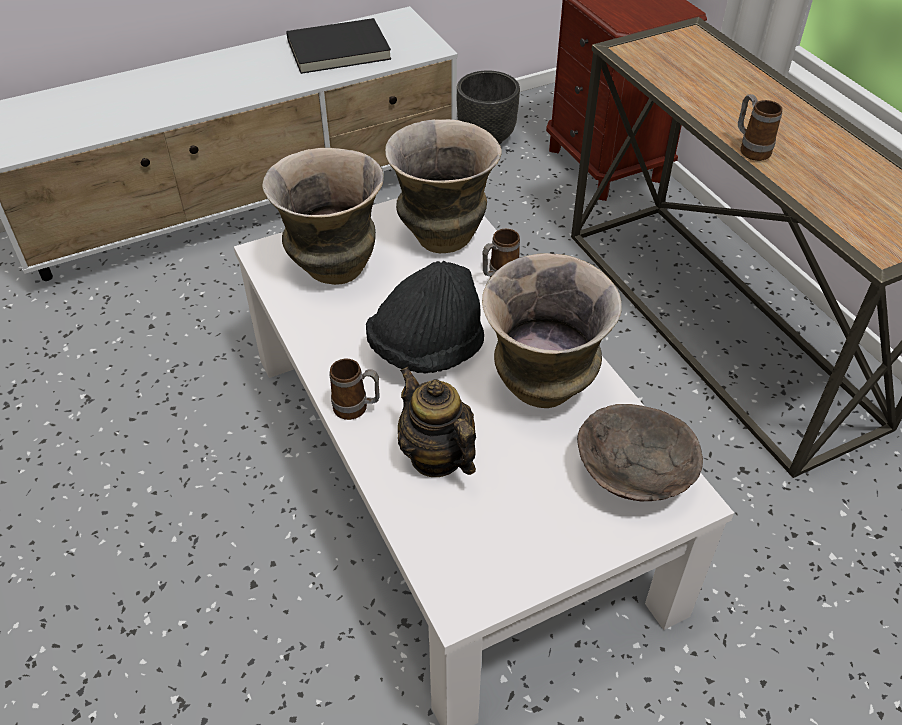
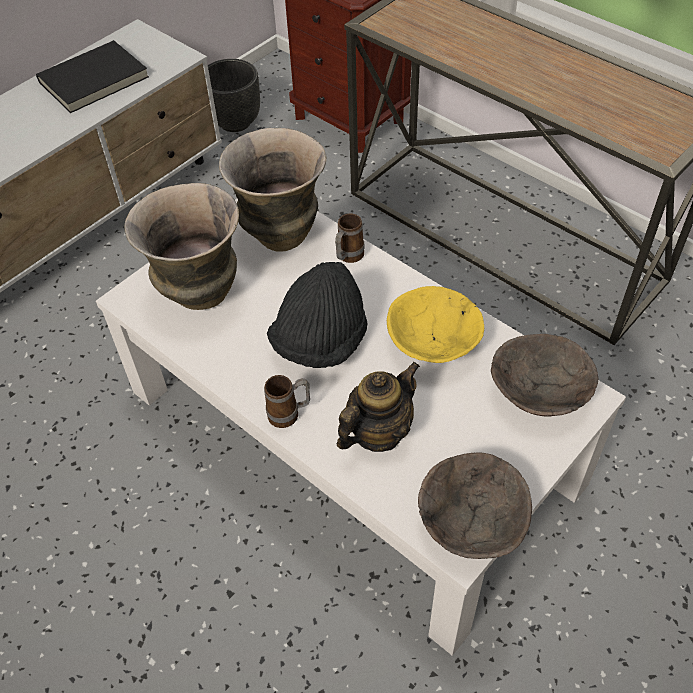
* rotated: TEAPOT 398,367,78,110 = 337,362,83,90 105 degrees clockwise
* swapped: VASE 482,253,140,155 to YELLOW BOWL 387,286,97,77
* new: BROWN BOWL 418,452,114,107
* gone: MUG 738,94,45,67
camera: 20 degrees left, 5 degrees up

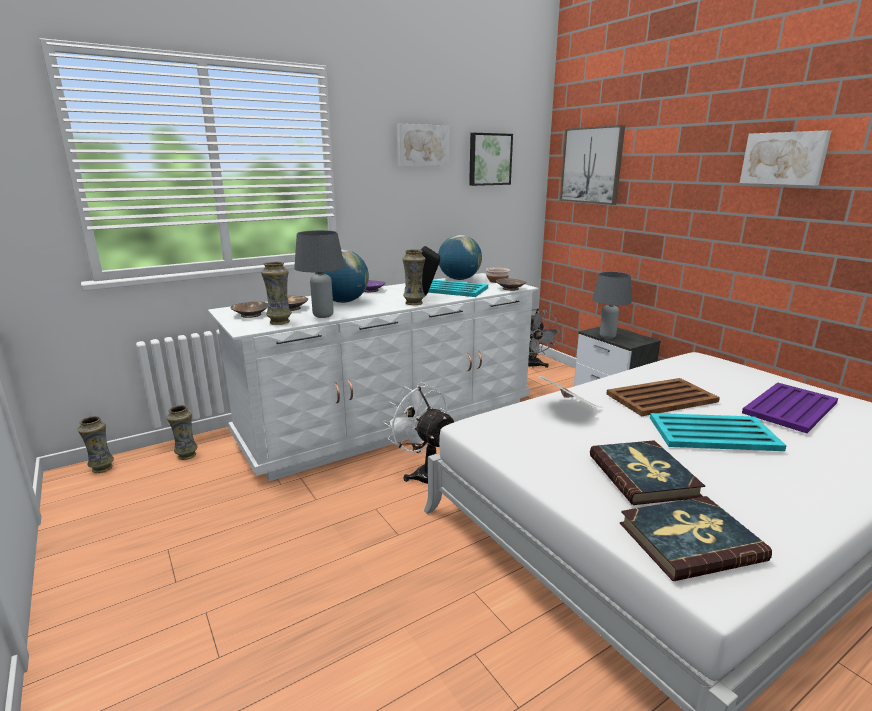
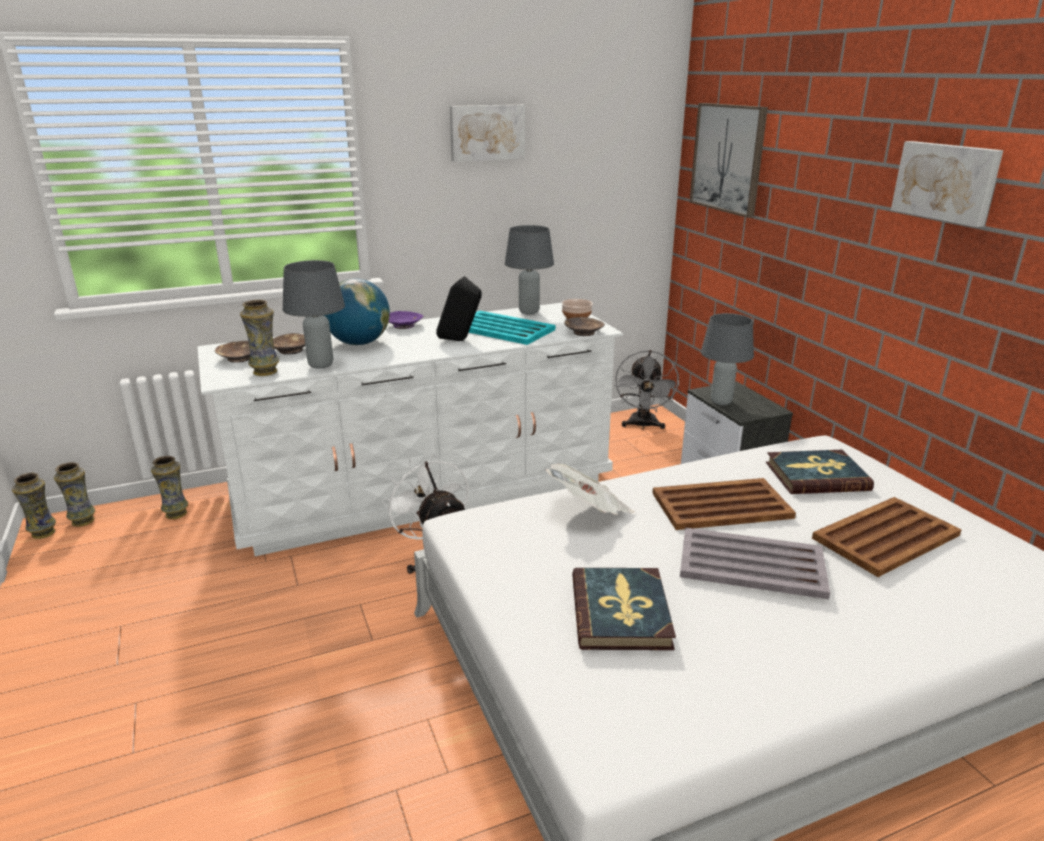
* shifted: VASE 403,249,23,56 to 12,473,44,66
* swapped: GLOBE 438,235,44,45 to GREY TABLE LAMP 505,225,49,90
* repainted: TURQUOISE TRAY 650,413,136,38 to GREY TRAY 680,527,150,72
* shifted: BOOK 620,496,152,85 to 766,450,108,44
* repainted: PURPLE TRAY 742,382,96,51 to BROWN TRAY 812,497,150,80
* gone: PICTURE 469,133,44,53
camera: 10 degrees right, 5 degrees up

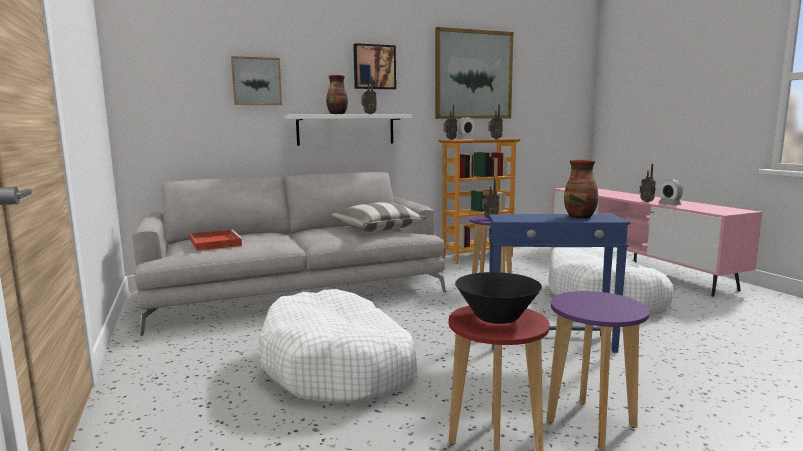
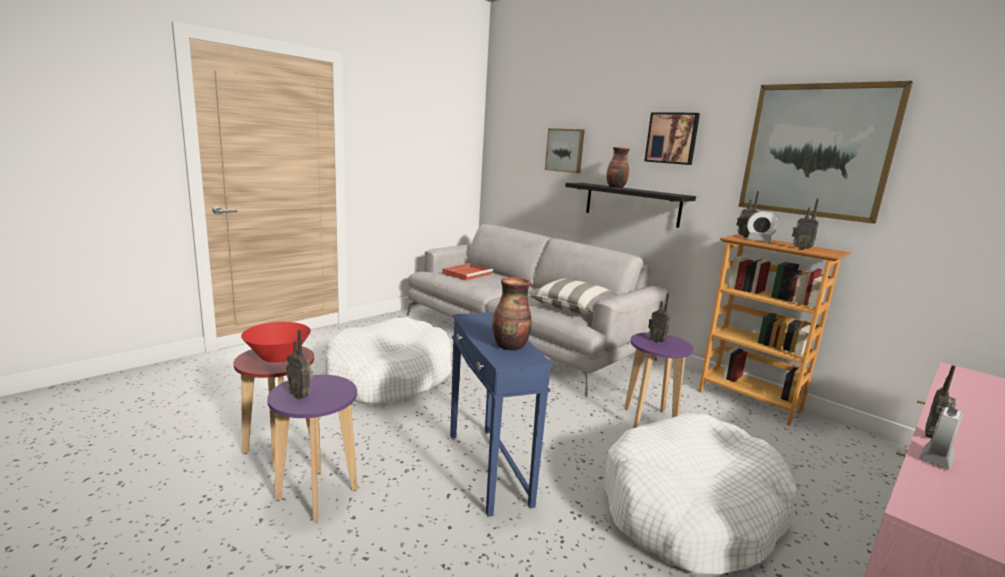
* repainted: BLACK BOWL 455,272,87,52 to RED BOWL 241,322,70,40
* shifted: RADIO 361,76,16,38 to 286,329,27,70
* repainted: WHITE SHELF 284,114,128,32 to BLACK SHELF 565,183,131,45
camera: 65 degrees right, 5 degrees up

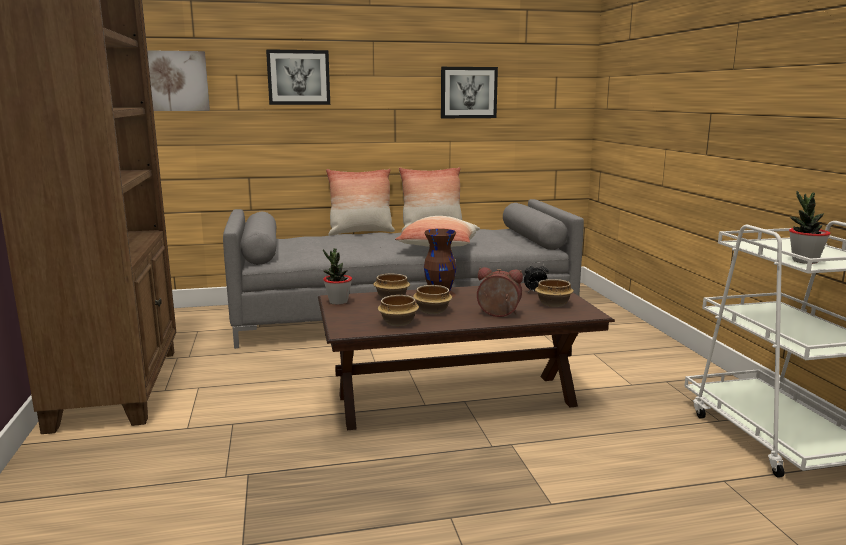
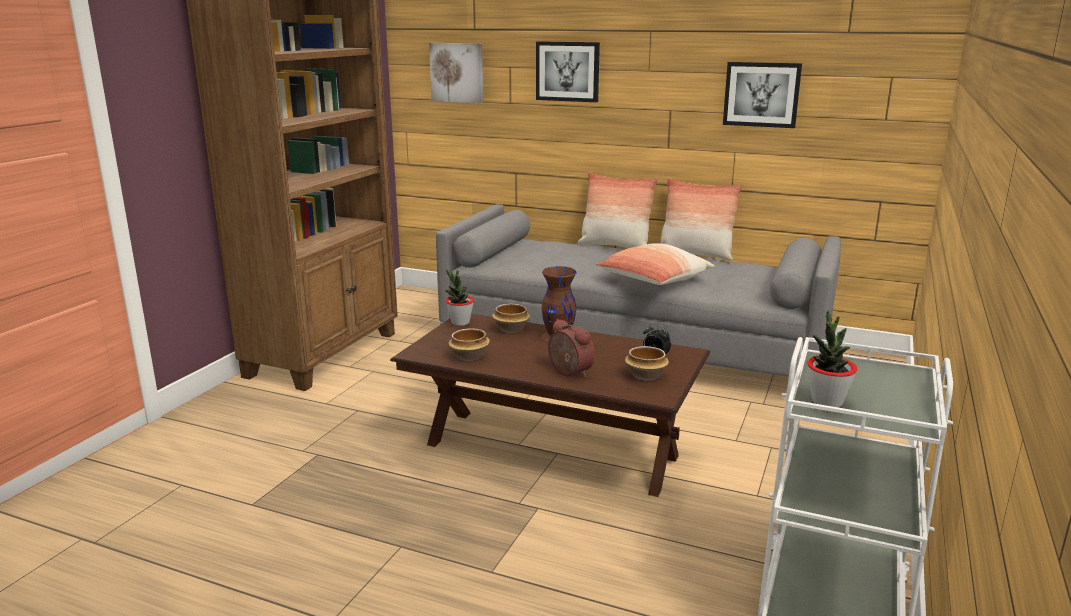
* gone: BOWL 413,285,39,29
camera: 35 degrees right, 5 degrees up

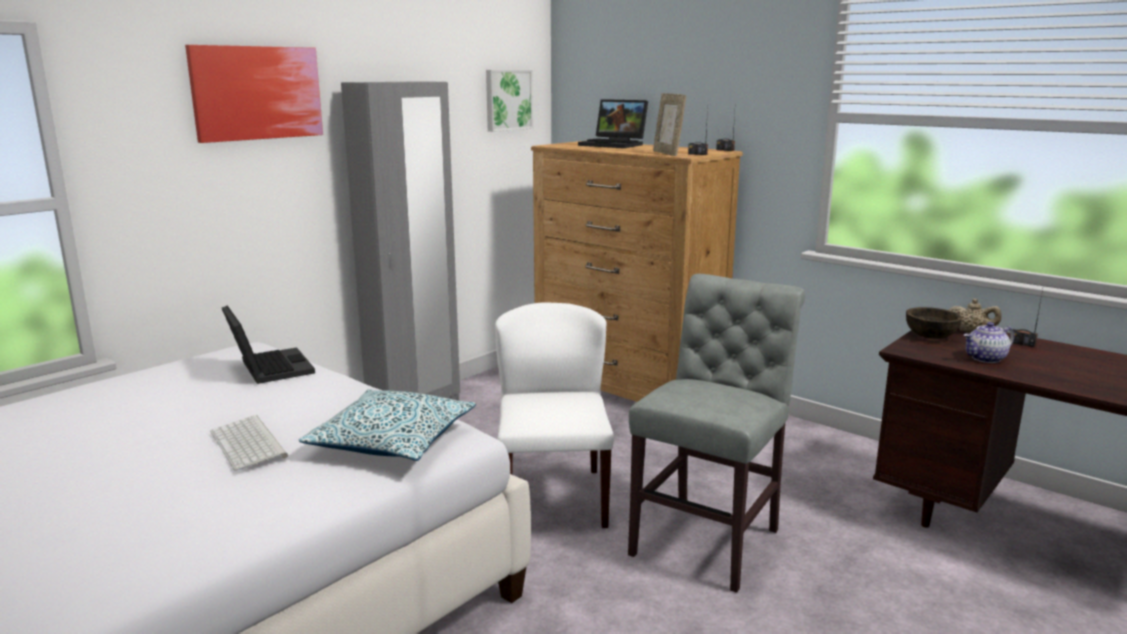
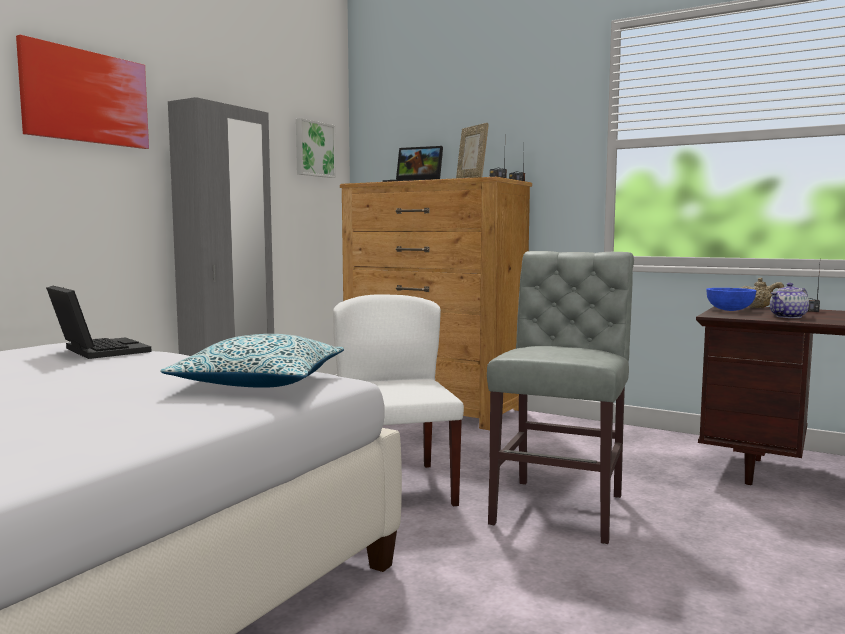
* repainted: BROWN BOWL 906,307,56,32 to BLUE BOWL 706,288,50,23
* gone: KEYBOARD 210,415,78,56
camera: 10 degrees left, 10 degrees down

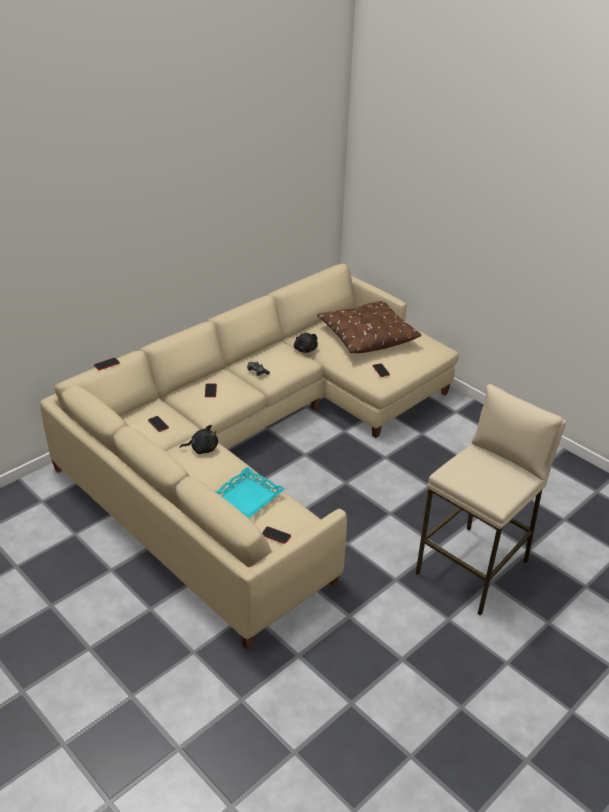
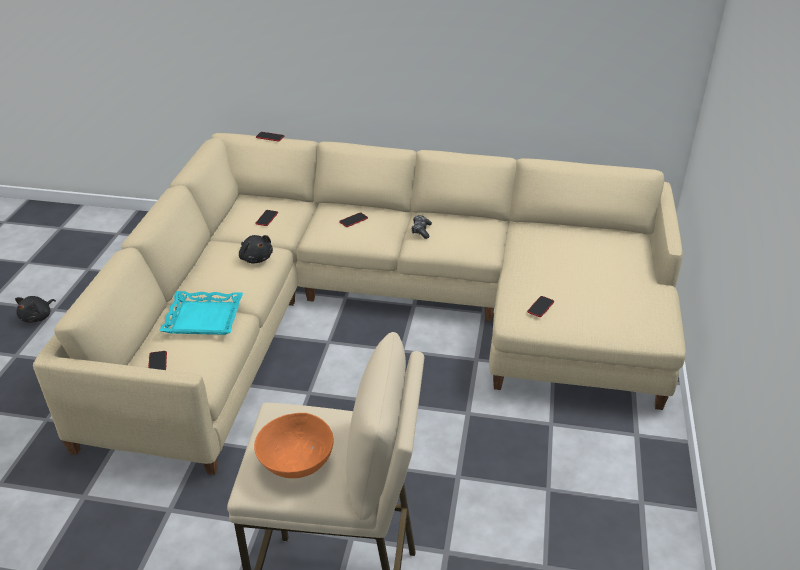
* shifted: BLACK PLUSH TOY 294,333,24,20 to 15,296,41,26
* new: ORANGE BOWL 254,413,80,65
* gone: BROWN PILLOW 317,301,105,52
camera: 55 degrees right, 0 degrees up

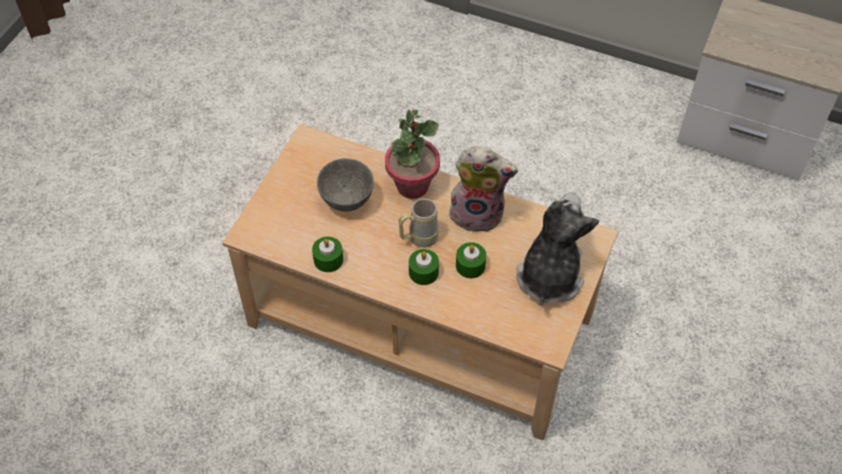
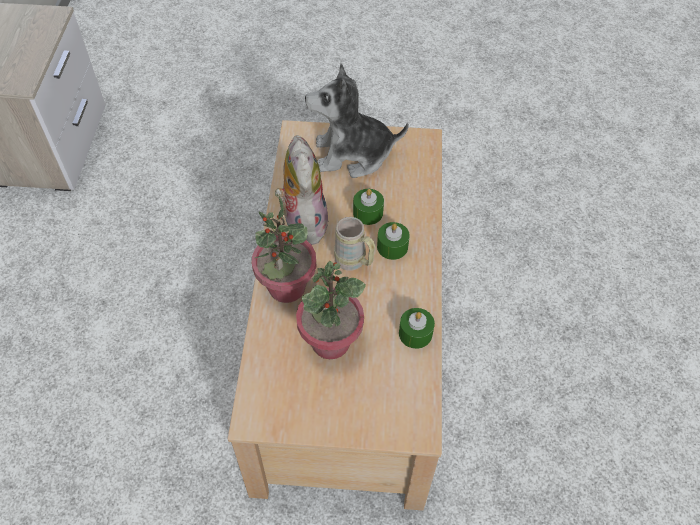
* swapped: GREY BOWL 317,158,57,54 to POTTED PLANT 296,261,70,98
camera: 110 degrees left, 0 degrees up

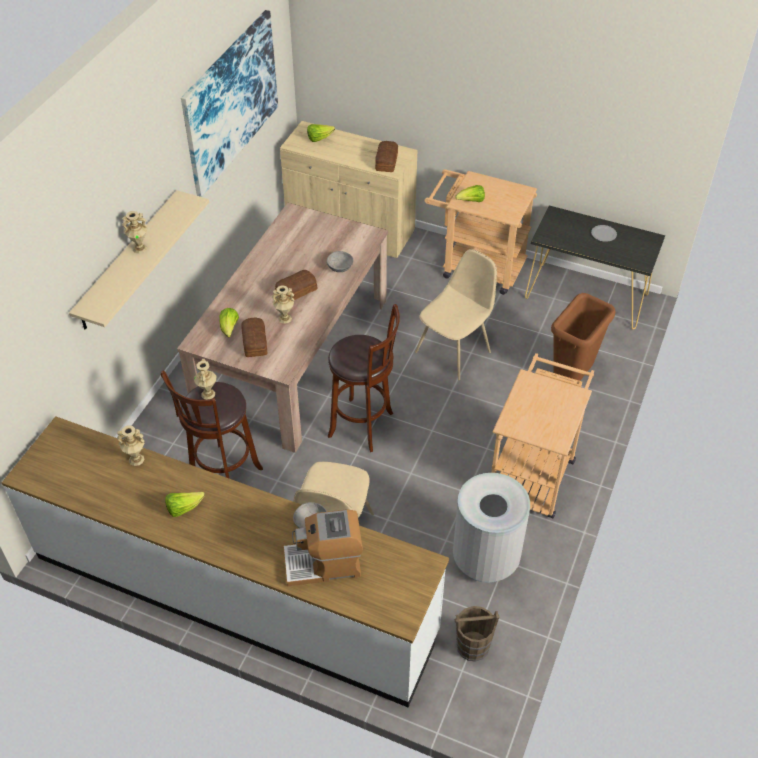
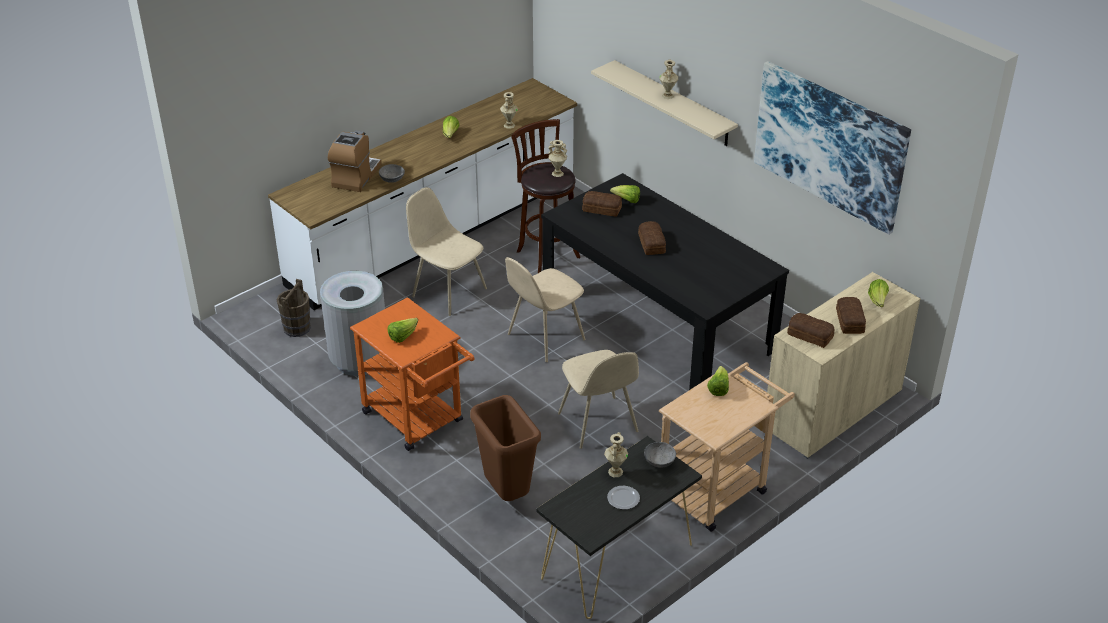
* repainted: BEIGE CART 491,353,103,165 to ORANGE CART 350,297,125,154
* new: LETTUCE 388,318,30,25
* swapped: BROWN STOOL 328,304,72,148 to BEIGE CHAIR 505,257,80,105
* repainted: BEIGE DINING TABLE 177,203,211,250 to BLACK DINING TABLE 541,173,248,217
* shifted: BEIGE VASE 272,285,23,39 to 604,432,24,45
* shifted: GREY BOWL 327,251,27,21 to 644,442,32,25
* new: BREAD 836,297,30,37
camera: 115 degrees right, 10 degrees down

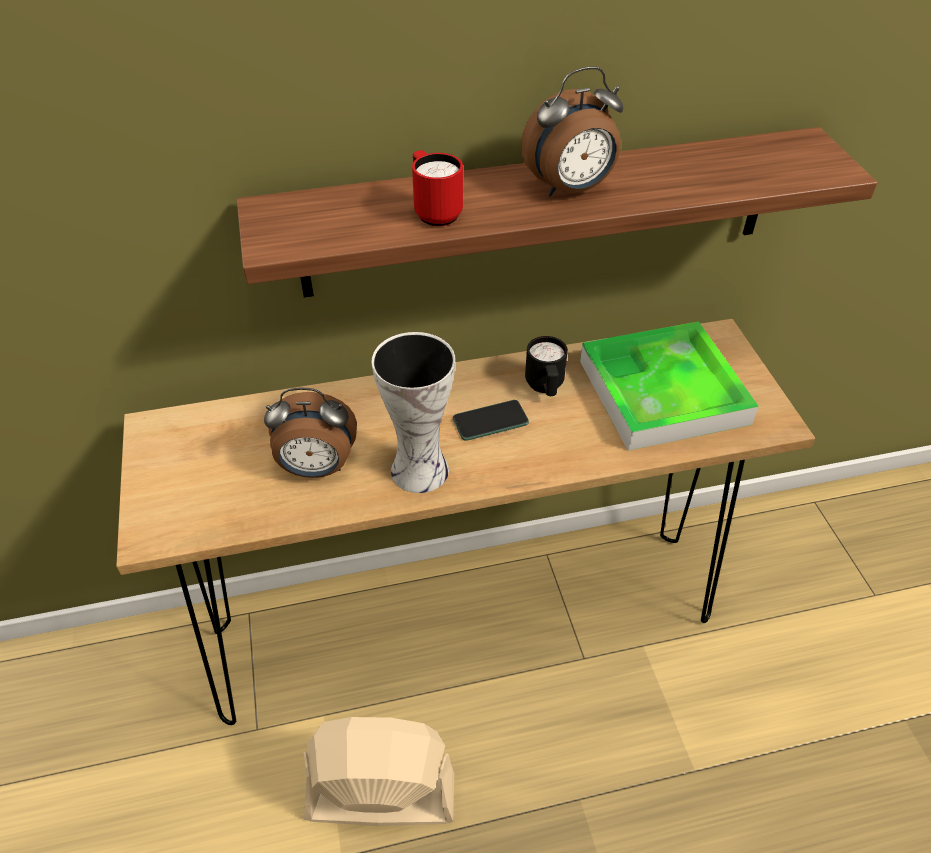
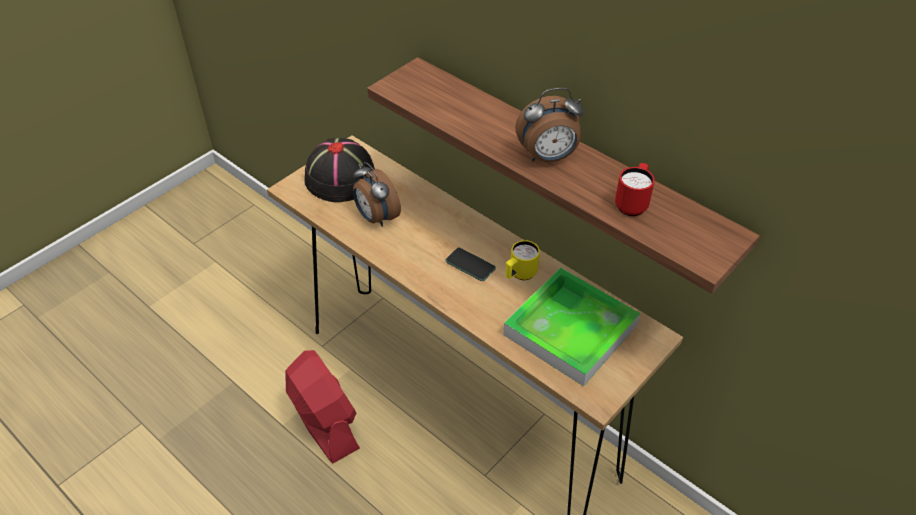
* repainted: BEIGE FAN 303,717,151,109 to RED FAN 285,350,75,113
* new: BLACK HAT 304,138,71,64
* repainted: BLACK MUG 525,336,43,60 to YELLOW MUG 505,240,35,40
* rotated: ALARM CLOCK 521,67,103,130 = 515,88,69,74 45 degrees counterclockwise
* shifted: RED MUG 412,150,51,76 to 615,163,40,53
* gone: VASE 372,332,83,161
camera: 55 degrees right, 0 degrees up

